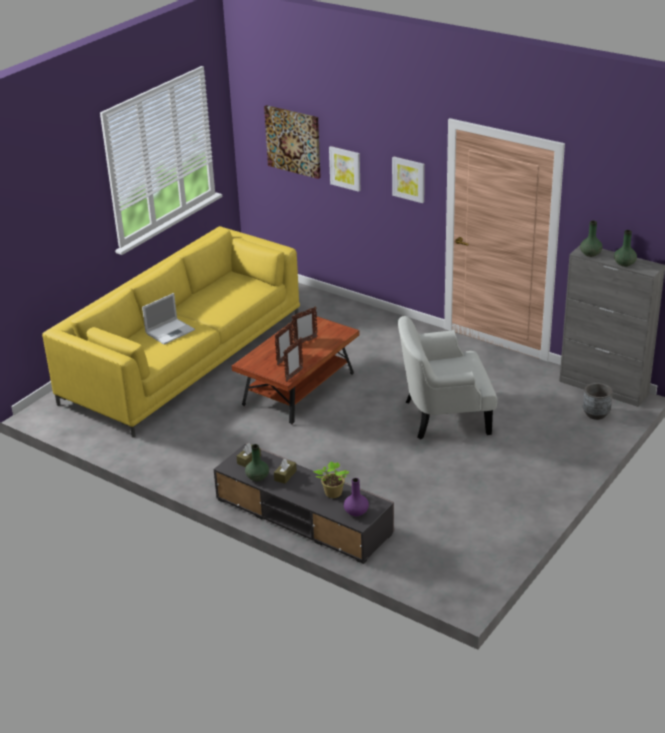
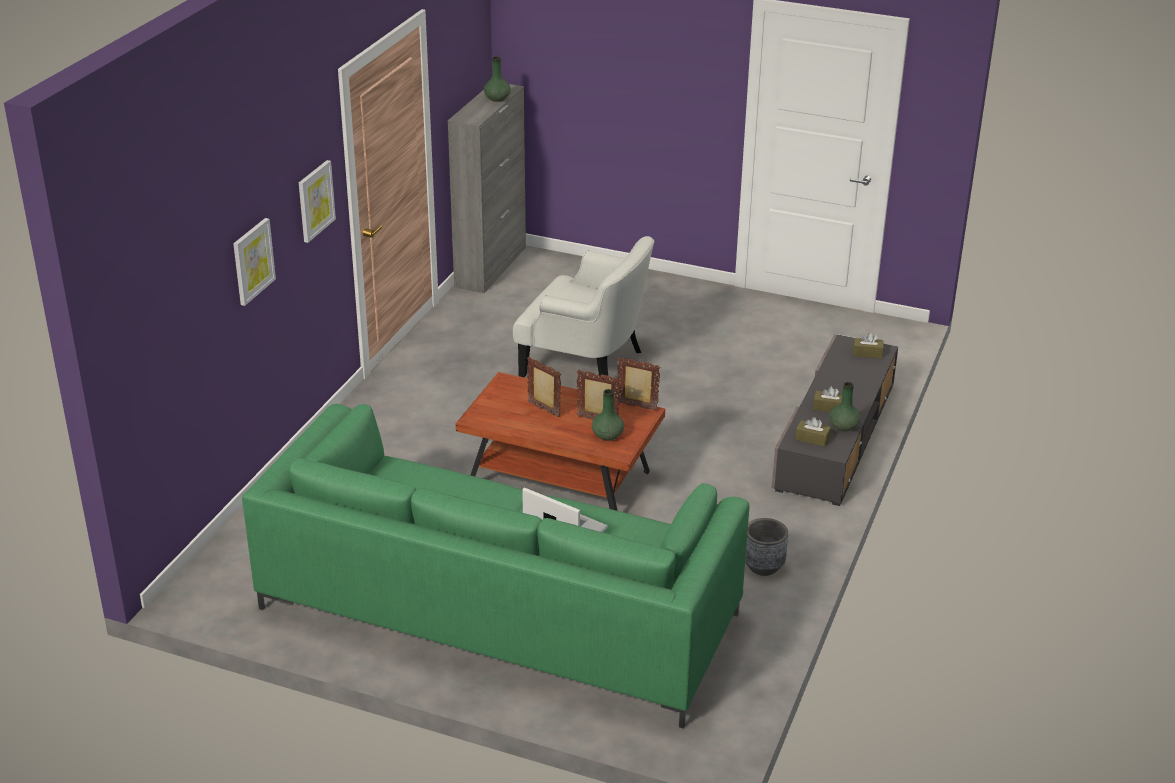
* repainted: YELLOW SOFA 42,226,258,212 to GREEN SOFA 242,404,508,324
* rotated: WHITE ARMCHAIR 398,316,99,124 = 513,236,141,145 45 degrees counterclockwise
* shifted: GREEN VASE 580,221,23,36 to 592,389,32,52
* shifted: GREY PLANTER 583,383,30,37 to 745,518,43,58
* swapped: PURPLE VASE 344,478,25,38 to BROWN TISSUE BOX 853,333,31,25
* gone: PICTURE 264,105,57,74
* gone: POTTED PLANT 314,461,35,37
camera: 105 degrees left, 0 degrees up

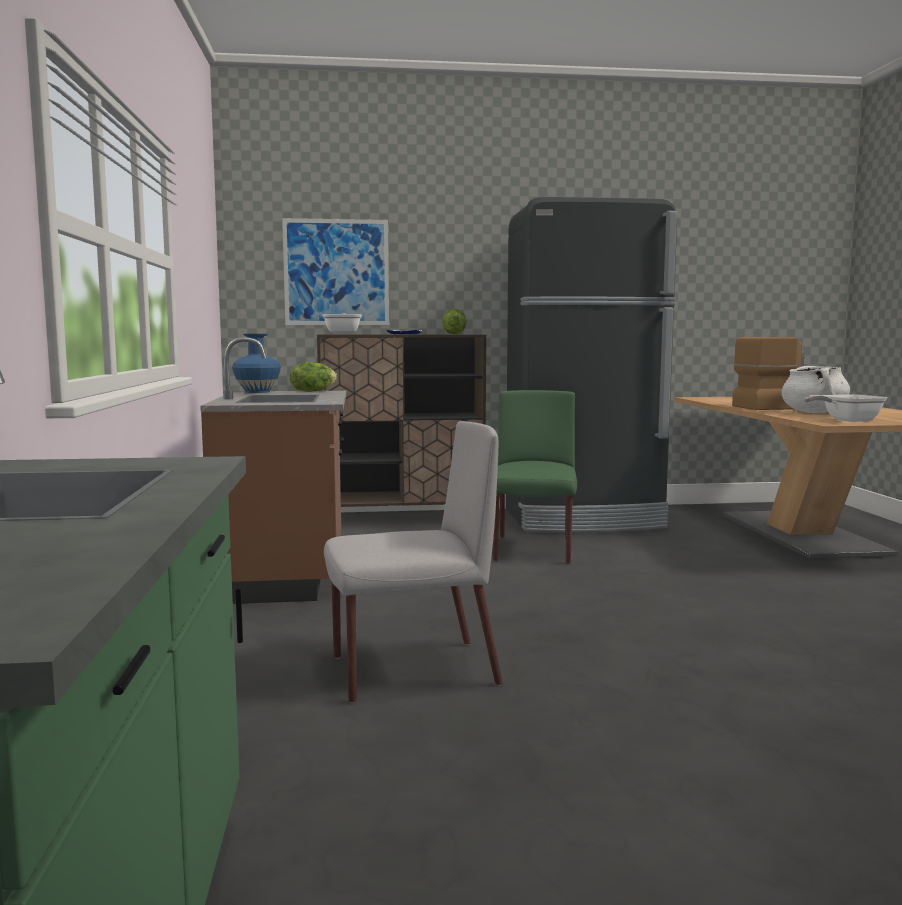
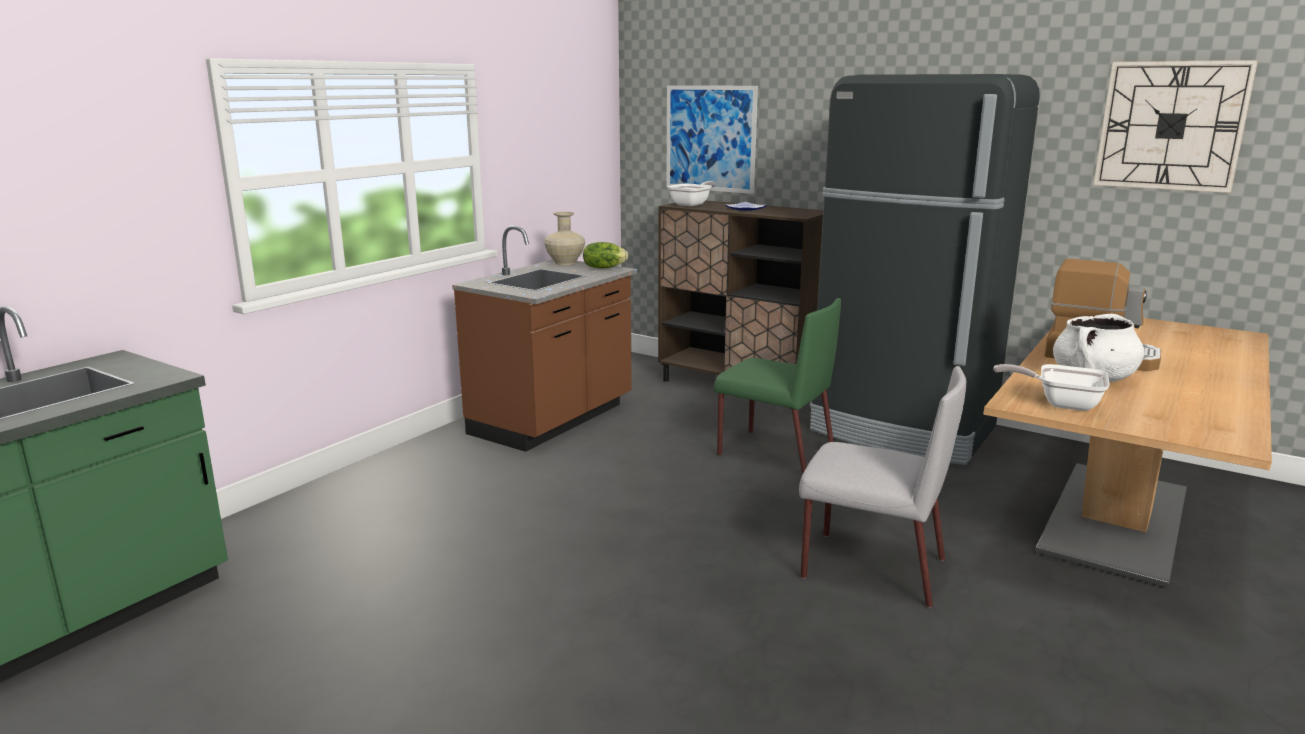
* repainted: BLUE VASE 232,334,49,59 to BEIGE VASE 544,212,41,53
* rotated: GREEN CHAIR 493,390,84,174 = 714,298,127,177 75 degrees clockwise
* shifted: GREY CHAIR 324,421,179,282 to 799,366,167,242
* new: WALL CLOCK 1093,60,165,133
* gone: LETTUCE 442,309,25,25
camera: 40 degrees right, 10 degrees up

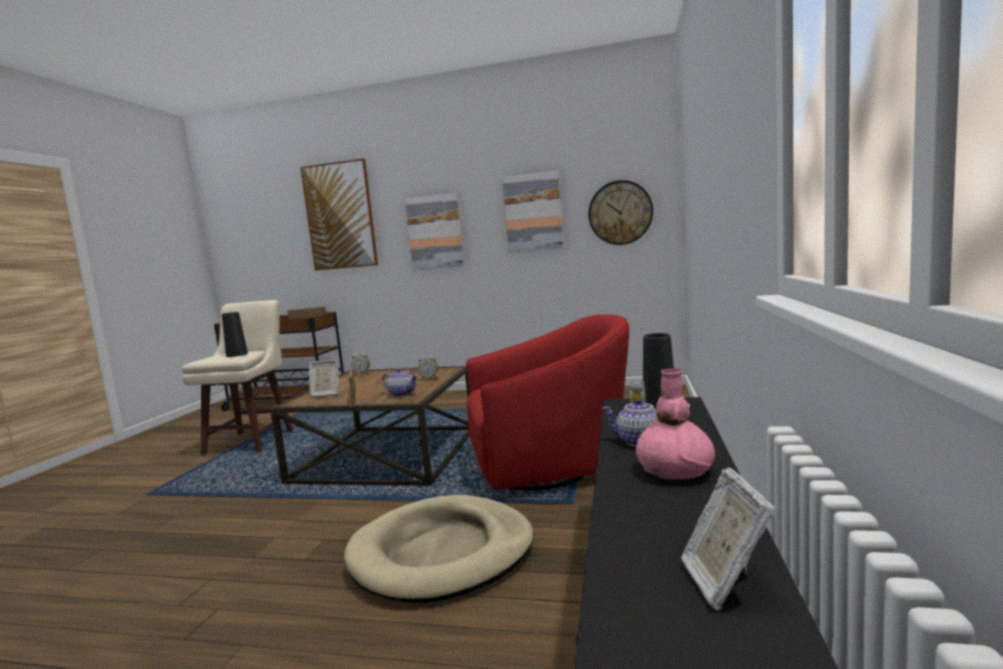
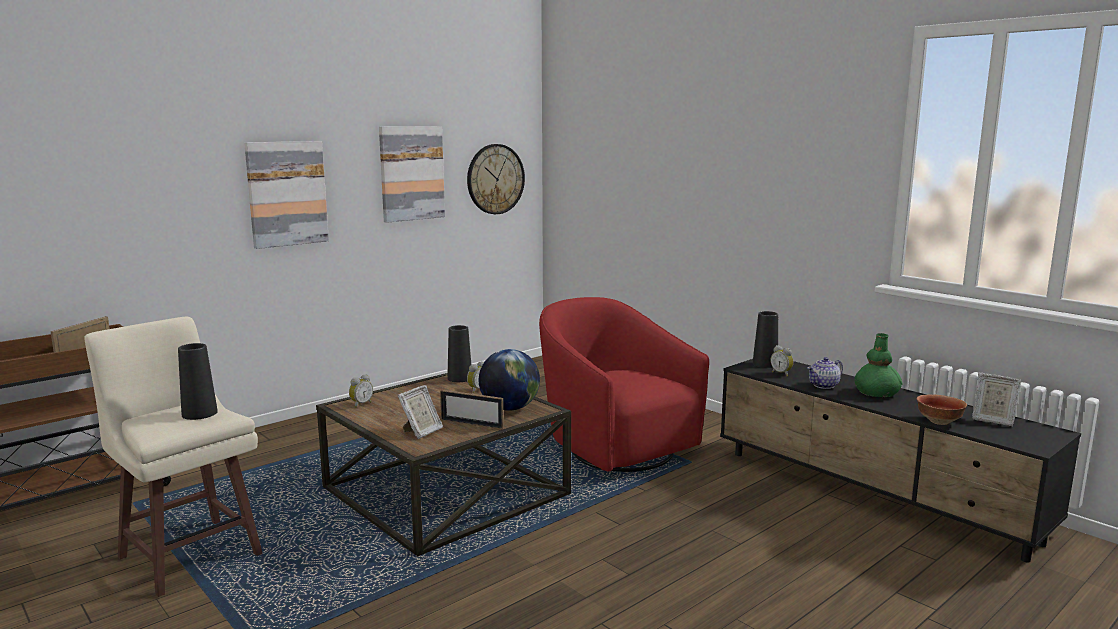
* new: BLACK VASE 447,325,24,57
* swapped: TEAPOT 382,368,36,29 to GLOBE 479,349,61,62
* rotated: RED ARMCHAIR 466,314,163,176 = 539,297,170,175 60 degrees counterclockwise
* repainted: PINK VASE 636,368,79,112 to GREEN VASE 854,333,49,64
* new: BOWL 917,394,50,31
* gone: PICTURE 300,159,78,112
* gone: BEIGE DOG BED 344,495,190,108
camera: 55 degrees left, 5 degrees up

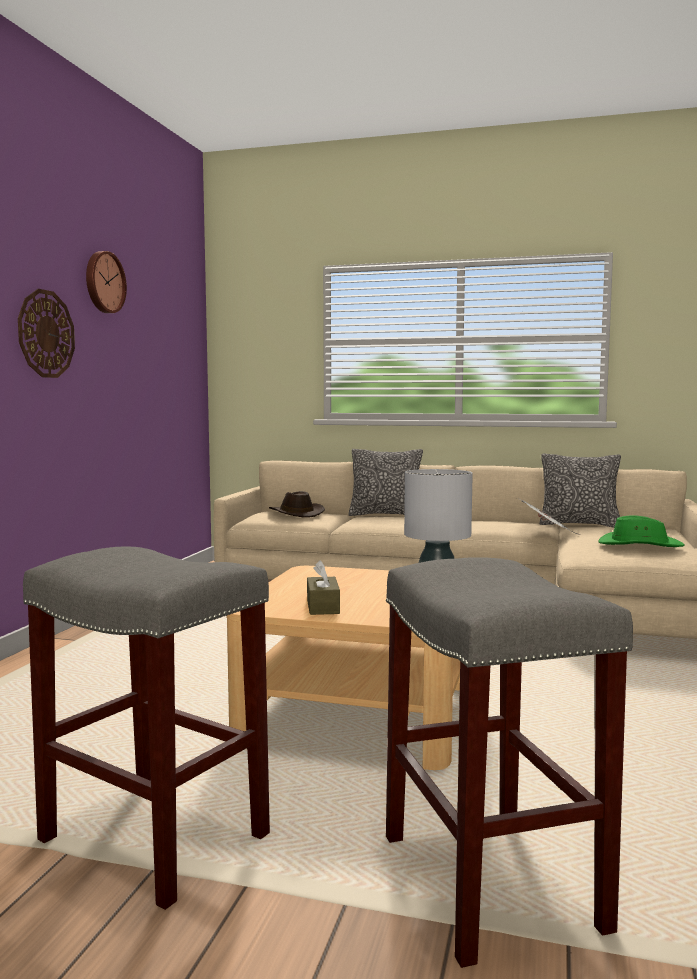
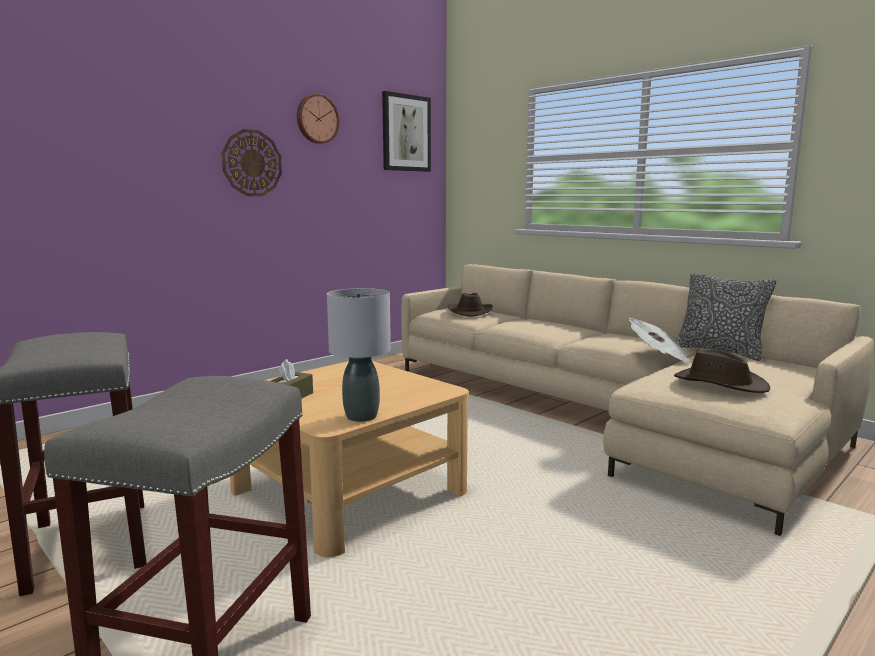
* new: PICTURE 382,91,49,81
* repainted: GREEN HAT 598,515,87,32 to BROWN HAT 674,350,96,43
* gone: PILLOW 348,449,75,67
camera: 30 degrees right, 5 degrees up

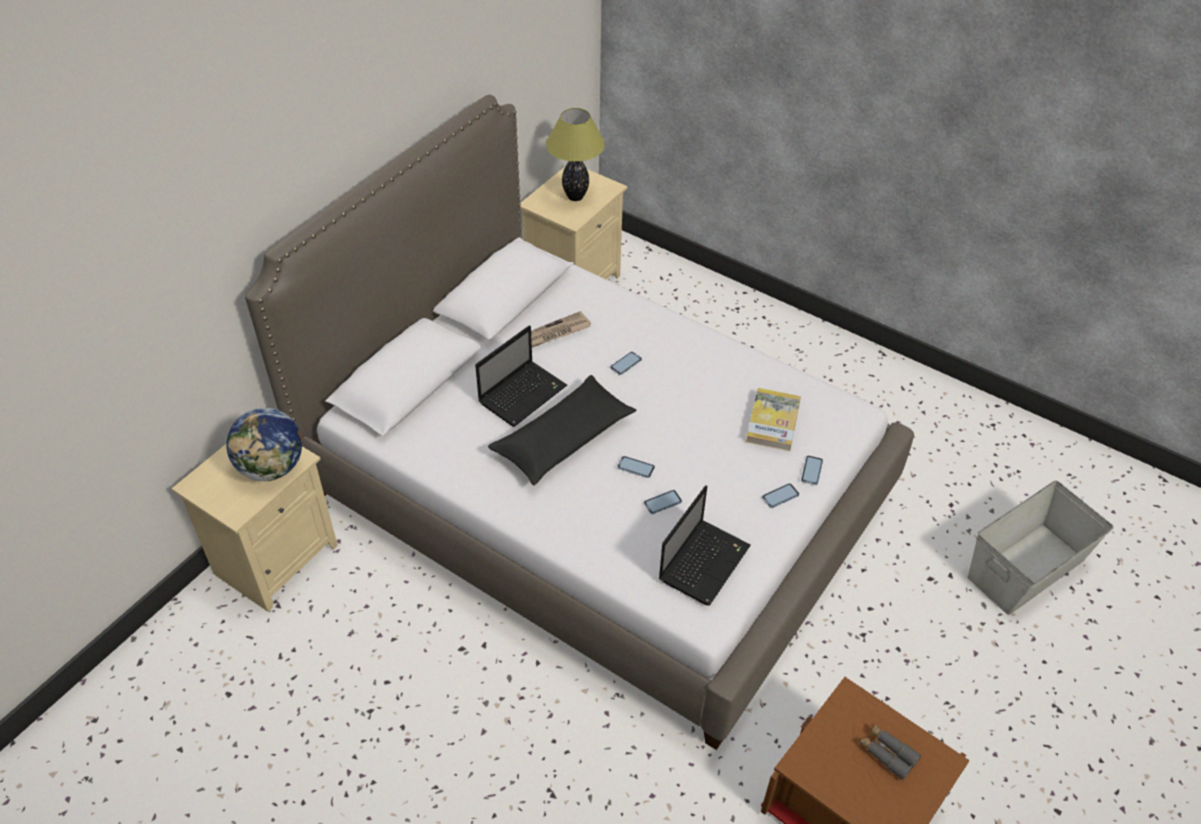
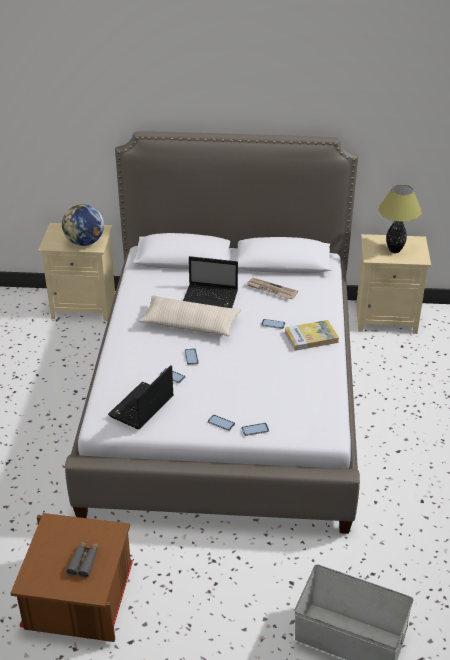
* rotated: LAPTOP 659,485,92,121 = 108,365,65,64 120 degrees clockwise
* repainted: BLACK PILLOW 488,375,149,110 to BEIGE PILLOW 139,295,102,41
* shifted: BOOK 746,388,55,63 to 284,320,55,31
camera: 60 degrees right, 10 degrees down

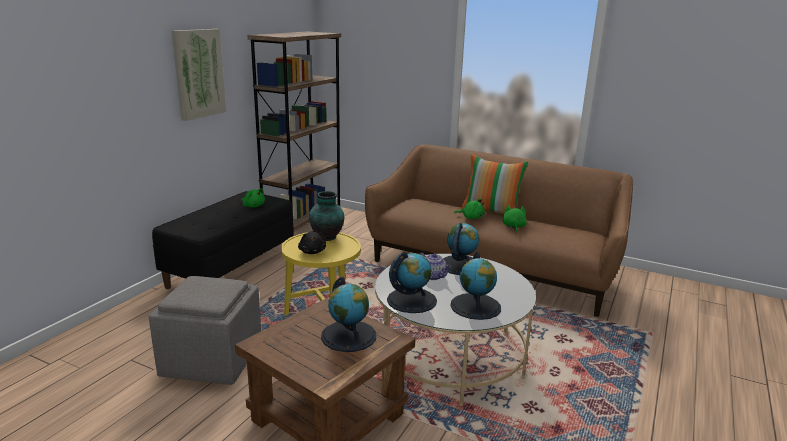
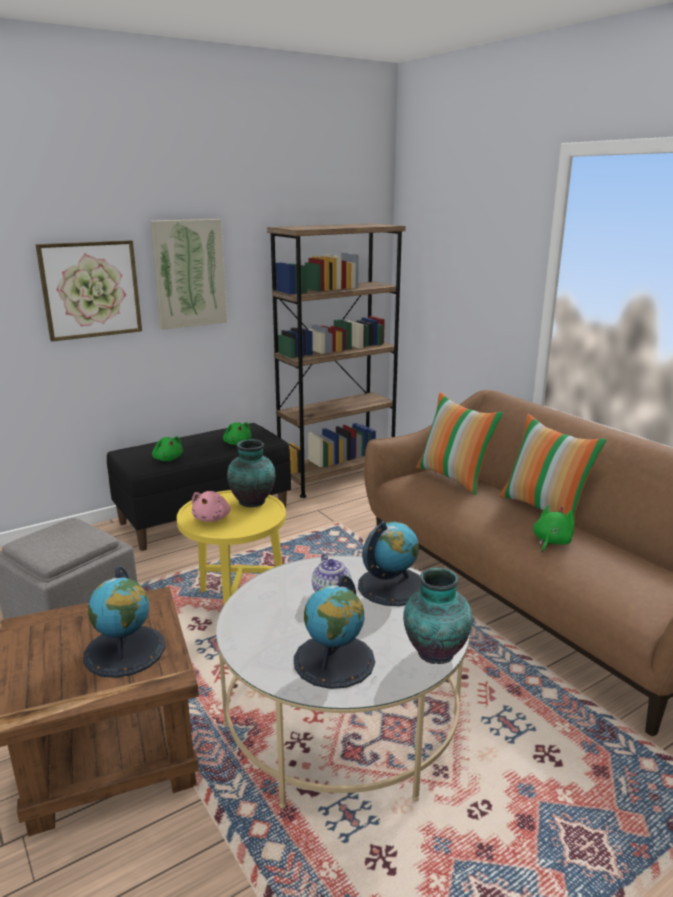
* new: PICTURE 36,240,106,101
* shifted: GREEN PLUSH TOY 454,199,31,20 to 152,436,31,25
* repainted: BLACK PLUSH TOY 298,232,28,22 to PINK PLUSH TOY 192,491,39,31
* new: VASE 403,567,69,97
* new: PILLOW 416,392,88,103
* gone: GLOBE 387,251,50,62
camera: 30 degrees right, 0 degrees up

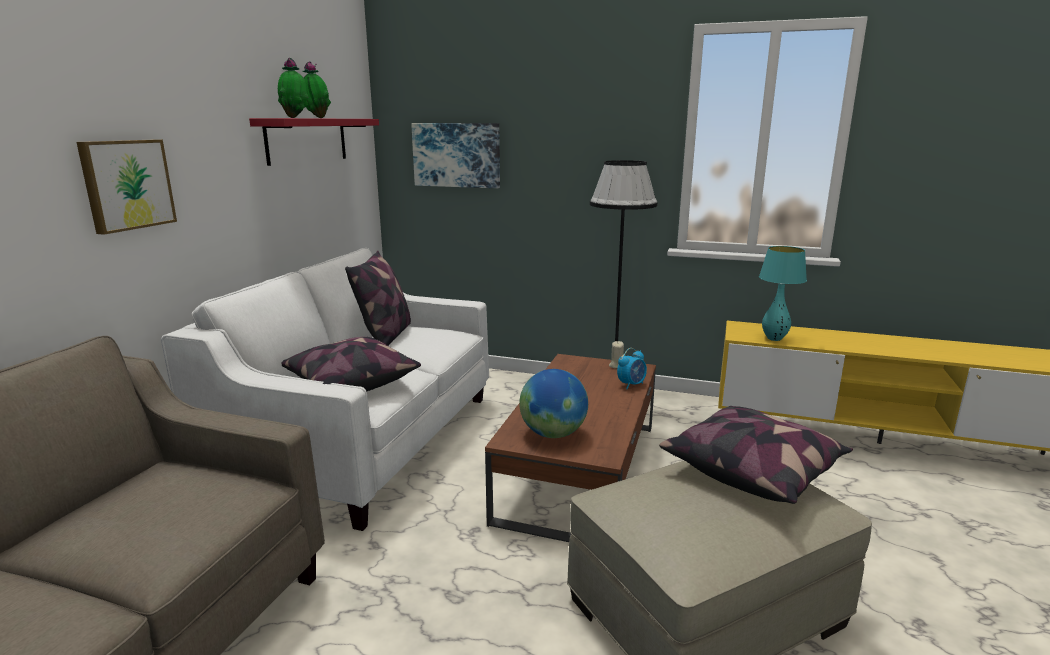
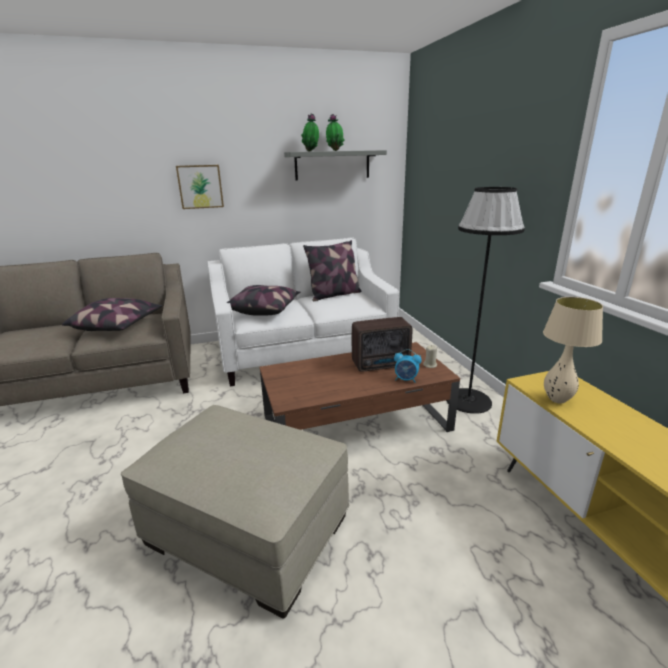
* shifted: PILLOW 659,406,194,98 to 62,298,100,33
* repainted: RED SHELF 249,118,130,48 to GREY SHELF 284,150,103,30
* new: RADIO 352,317,60,55
* repainted: TURQUOISE TABLE LAMP 759,246,48,95 to BEIGE TABLE LAMP 543,297,60,107
* gone: PICTURE 411,123,89,65
* gone: GLOBE 519,369,69,69
camera: 55 degrees right, 5 degrees up

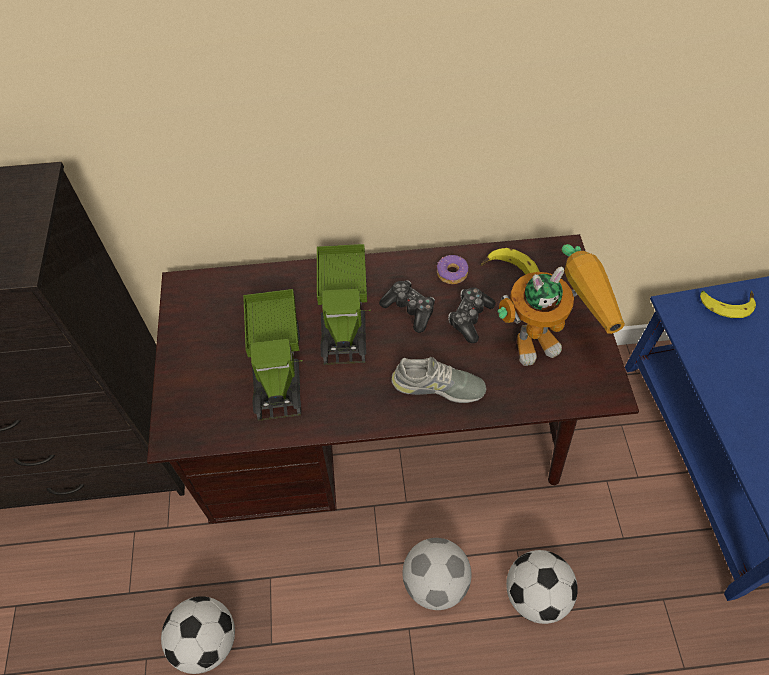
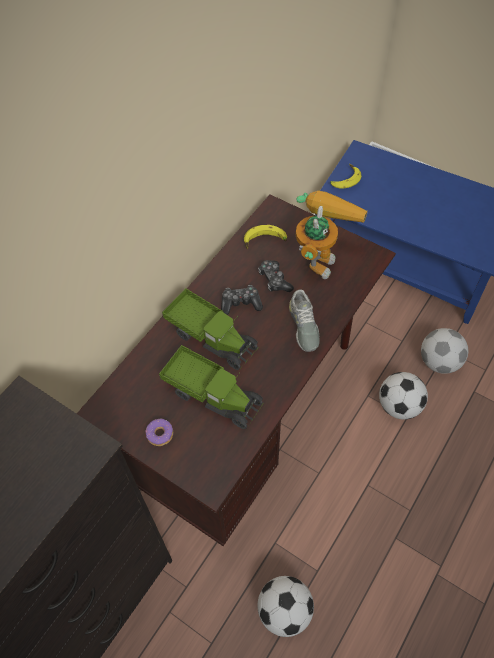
* shifted: DONUT 437,255,31,30 to 146,419,27,27
* rotated: GREY SHOE 391,357,95,46 = 289,289,30,63 120 degrees clockwise
* shifted: FOOTBALL 403,538,69,72 to 421,328,47,46
camera: 50 degrees left, 0 degrees up

